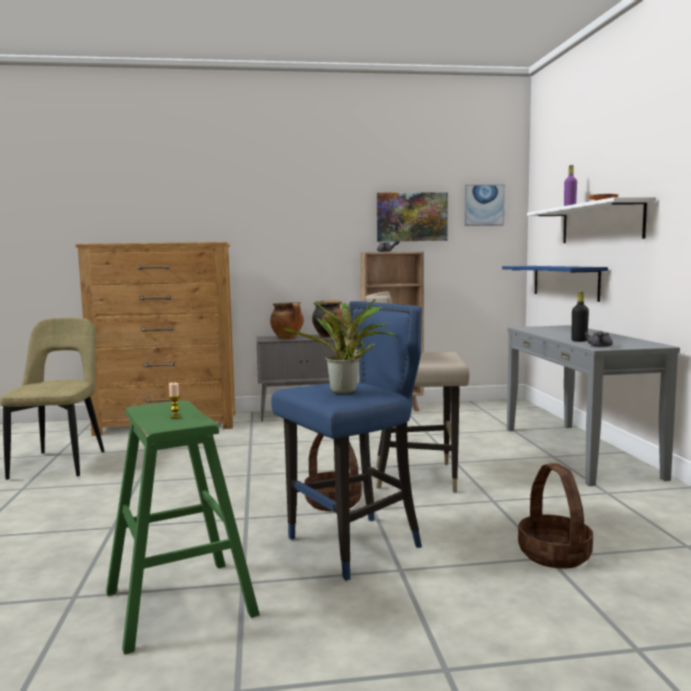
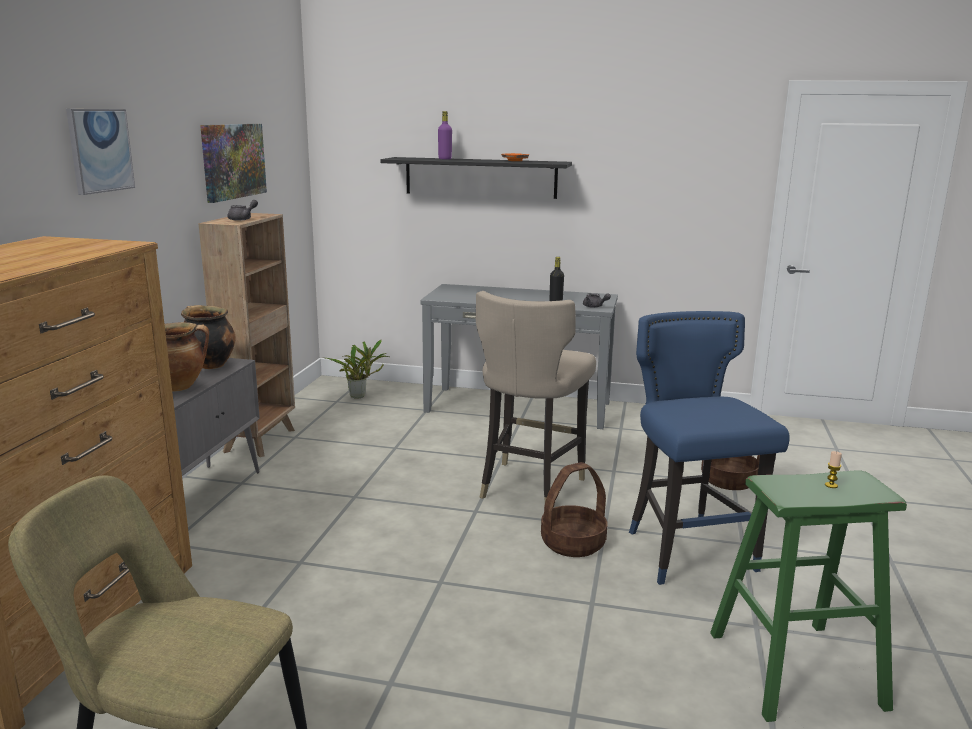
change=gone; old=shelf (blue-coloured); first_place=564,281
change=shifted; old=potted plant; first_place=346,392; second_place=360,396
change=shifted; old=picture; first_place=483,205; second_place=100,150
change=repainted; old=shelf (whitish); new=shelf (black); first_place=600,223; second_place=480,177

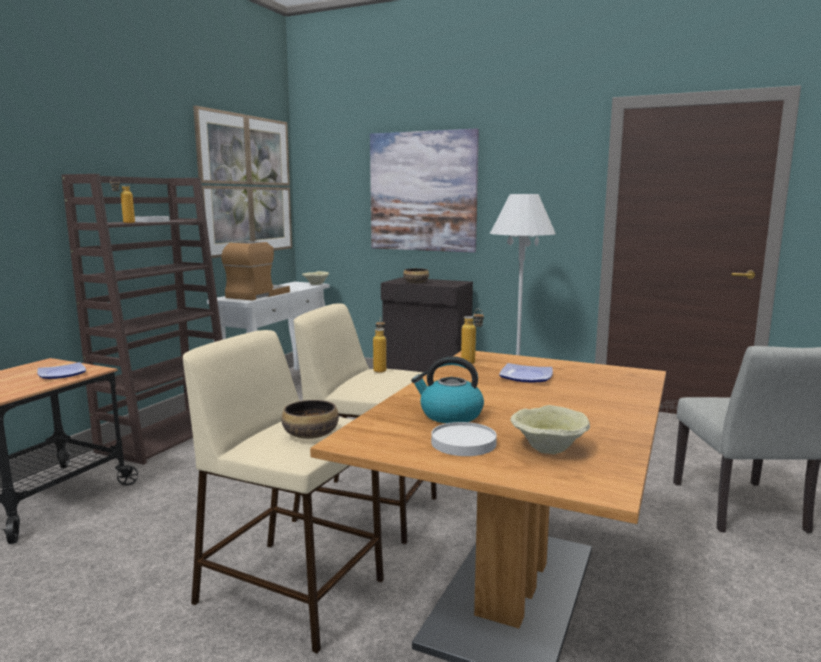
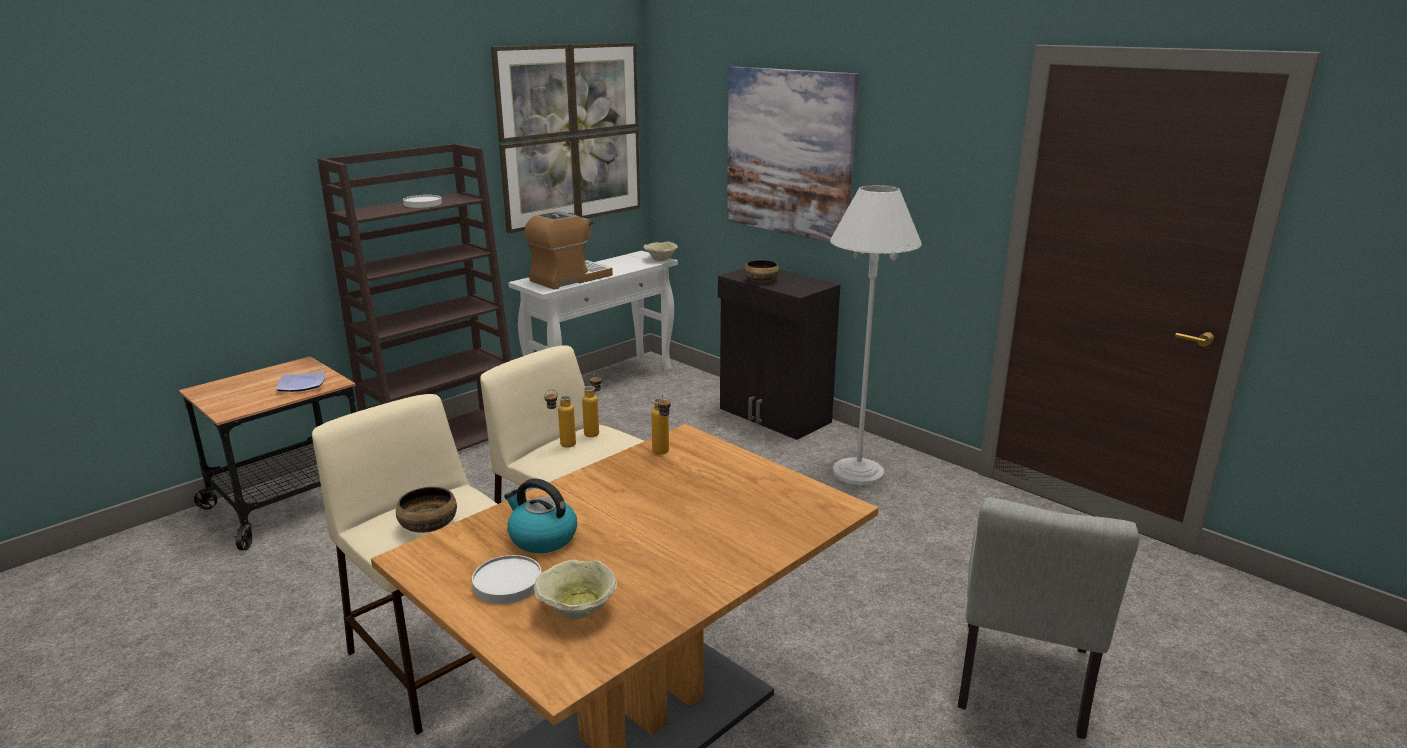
change=gone; old=plate; first_place=525,376
change=shifted; old=bottle; first_place=124,223; second_place=562,446

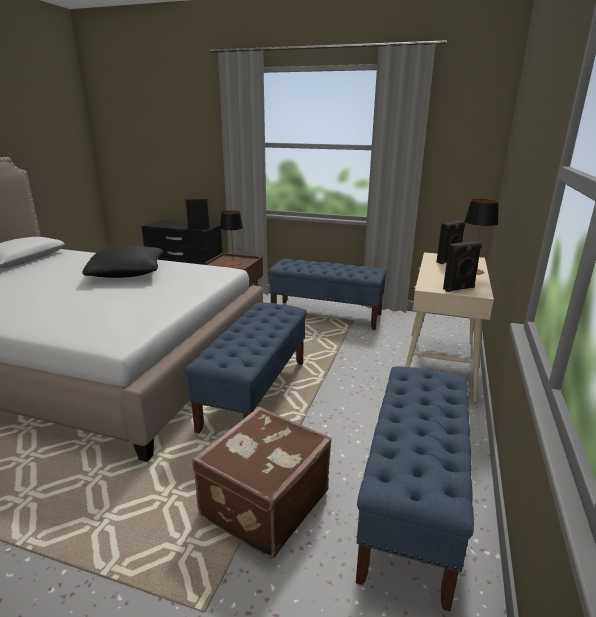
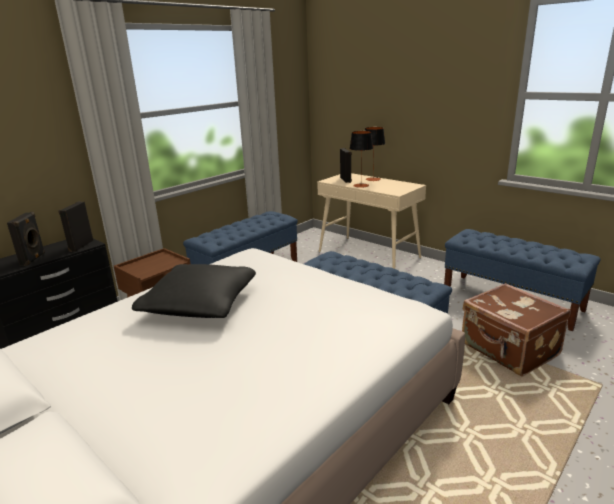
change=shifted; old=tabletop lamp; first_place=233,263; second_place=361,185
change=shifted; old=speaker (black); first_place=459,289; second_place=33,259

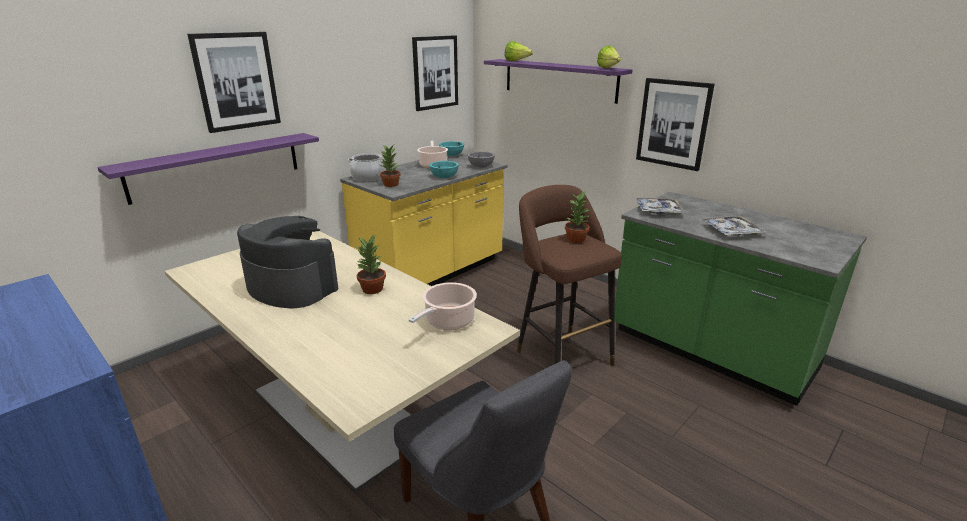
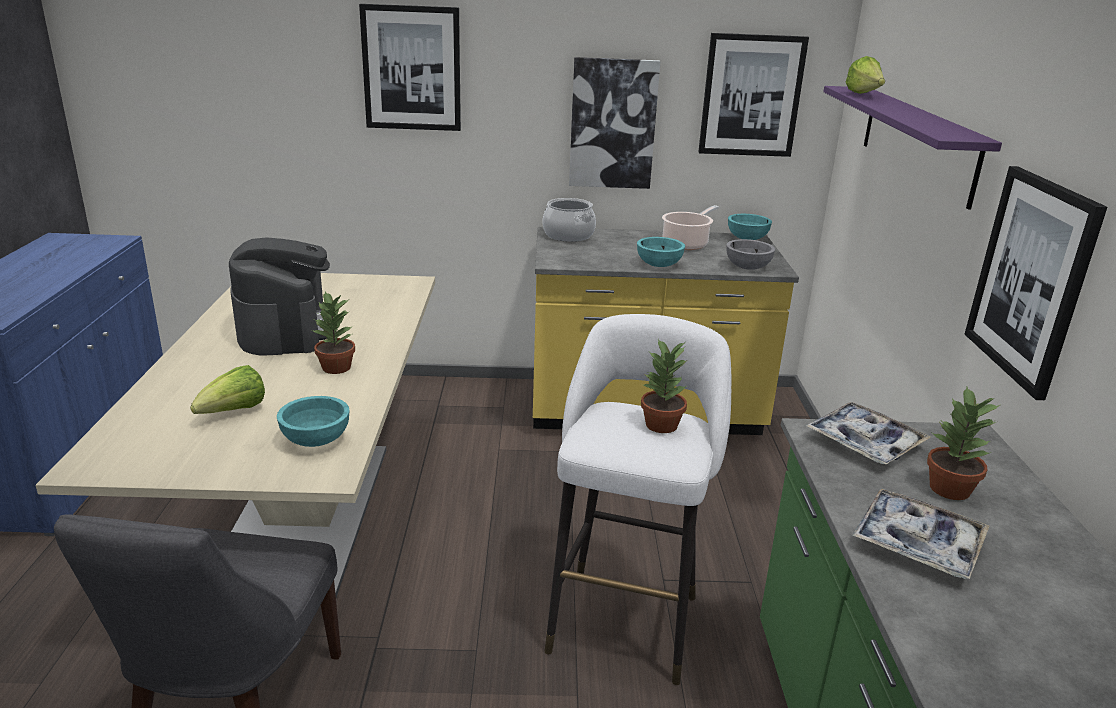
change=gone; old=shelf (purple); first_place=217,166
change=new; new=picture; second_place=612,124
change=shifted; old=potted plant; first_place=391,185; second_place=949,489
change=shifted; old=lettuce head; first_place=609,69; second_place=234,412
change=swapped; old=stockpot; new=deep dish (turquoise-coloured); first_place=447,322; second_place=315,440
change=repainted; old=stool seat (brown-coloured); new=stool seat (whitish); first_place=560,355; second_place=625,616

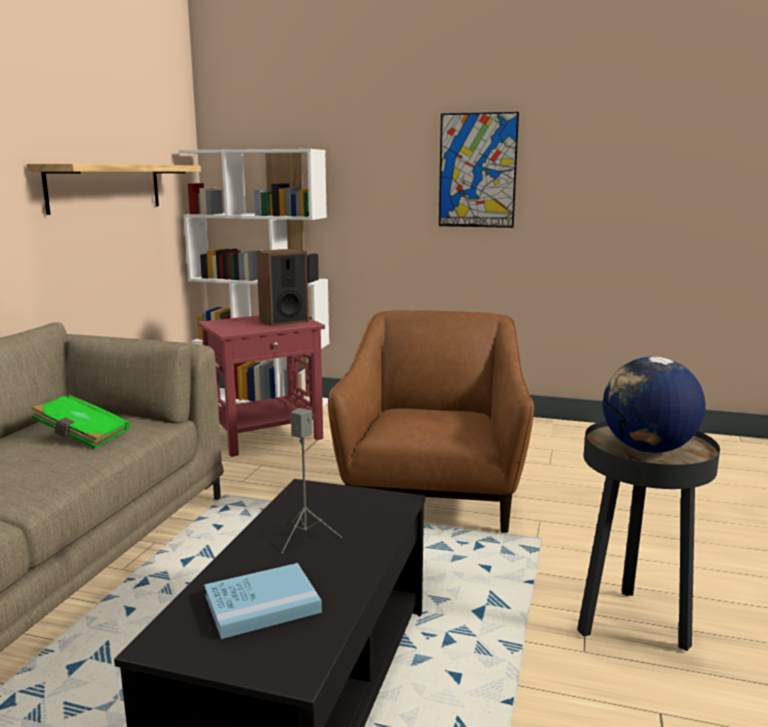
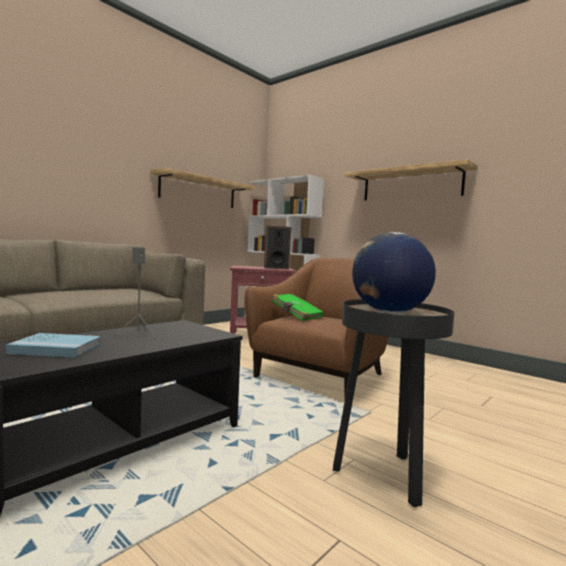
change=shifted; old=book (green-coloured); first_place=82,436; second_place=296,316
change=swapped; old=picture; new=shelf; first_place=477,170; second_place=411,185

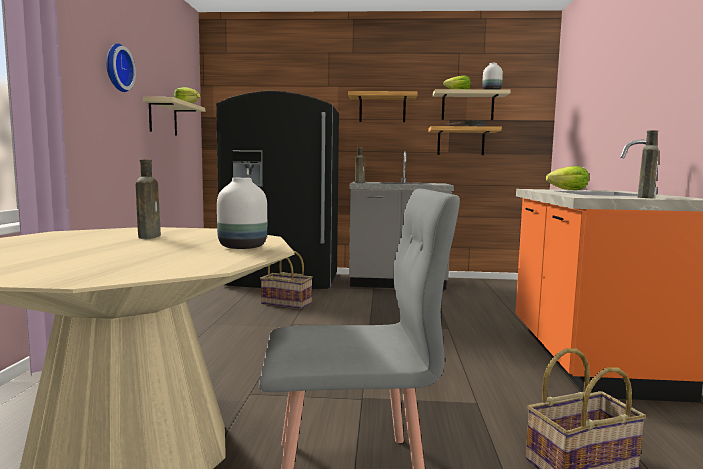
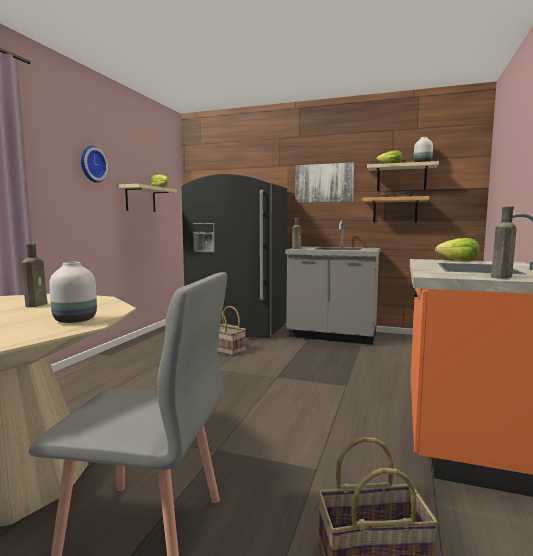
change=swapped; old=shelf; new=picture; first_place=382,108; second_place=324,183

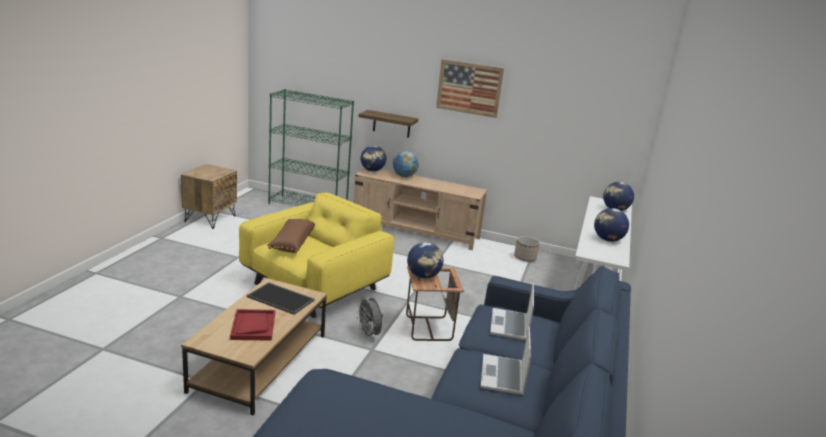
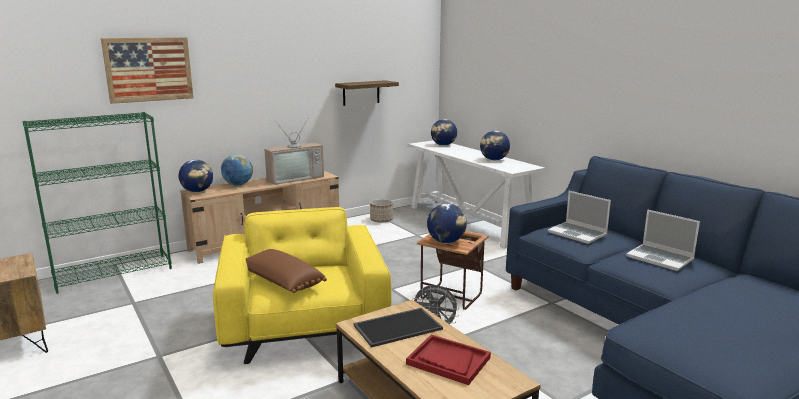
change=new; new=TV; second_place=294,178
change=shifted; old=shelf; first_place=391,124; second_place=361,93
change=shifted; old=picture; first_place=469,88; second_place=149,69

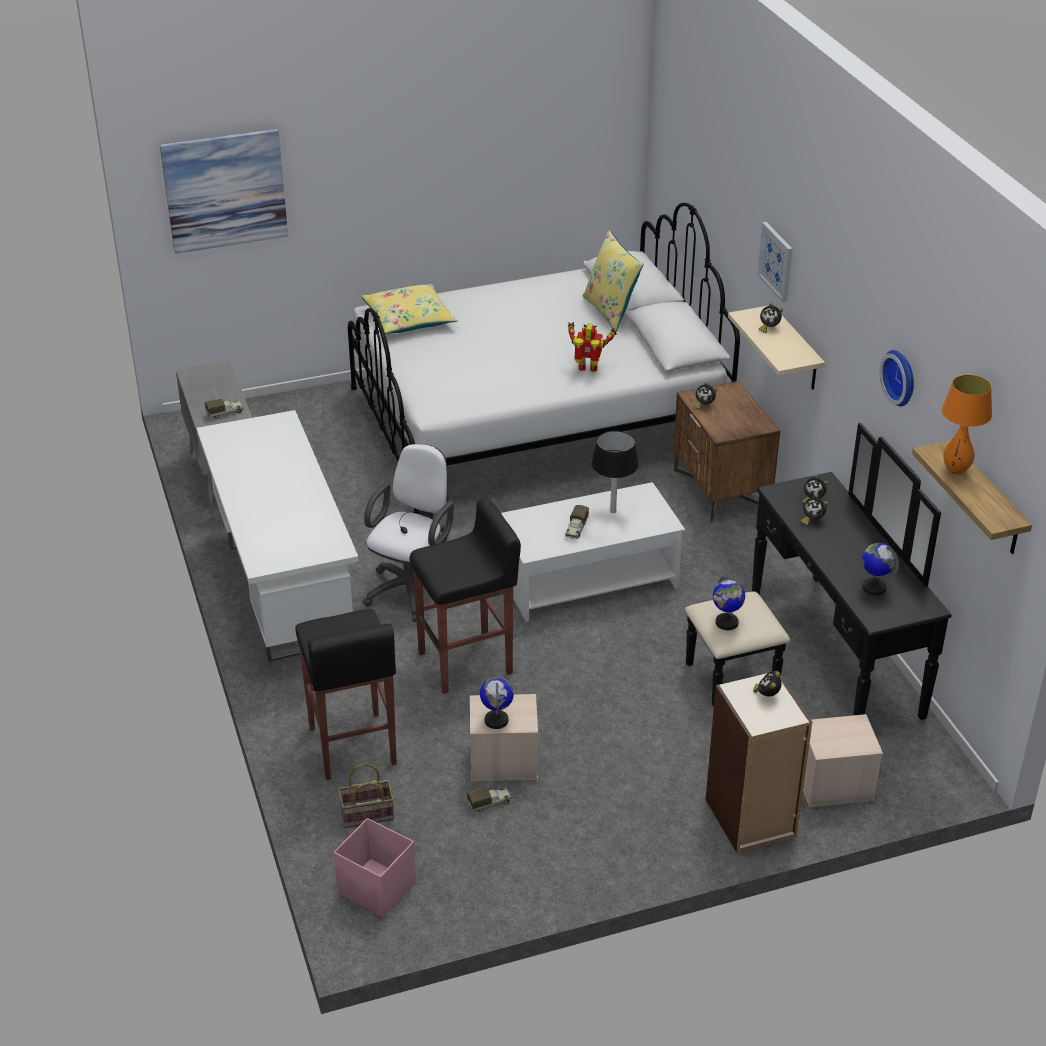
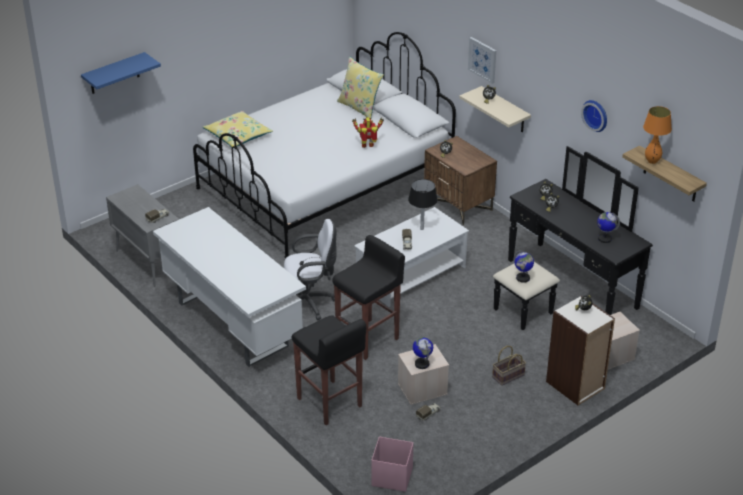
change=shifted; old=basket; first_place=366,815; second_place=508,377
change=swapped; old=picture; new=shelf (blue-coloured); first_place=225,190; second_place=114,74
change=rotated; old=office chair (whitish); first_place=412,588; second_place=309,303; degrees=75

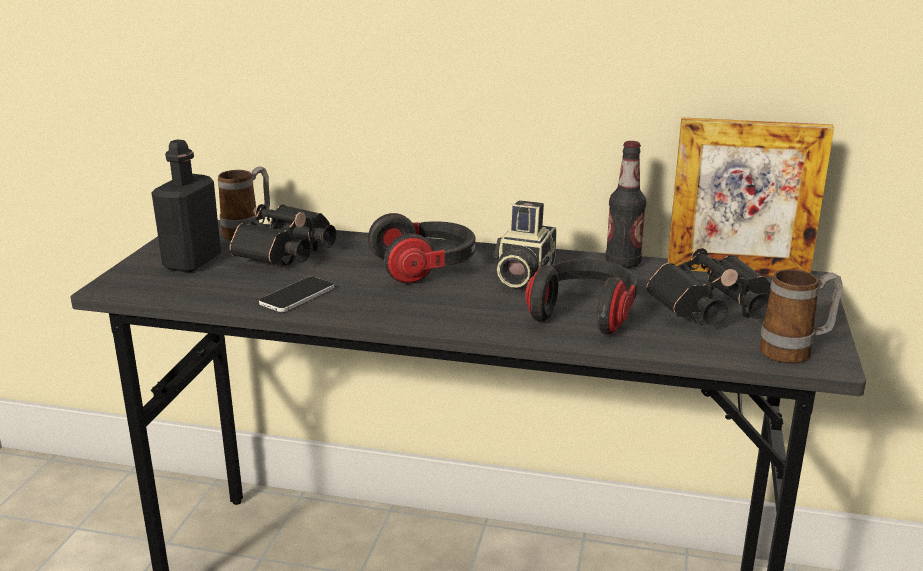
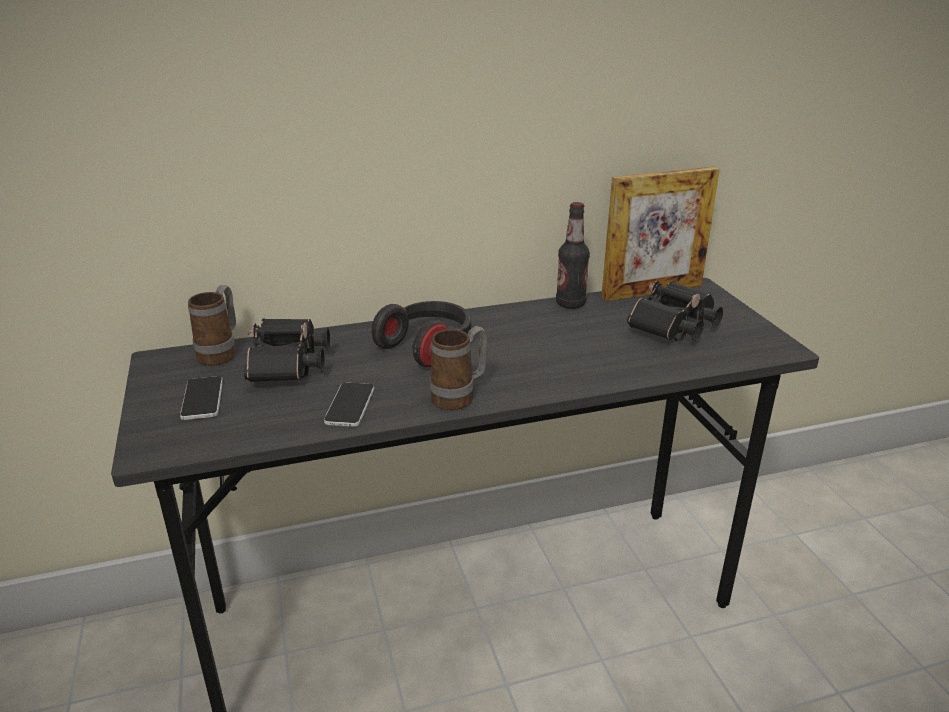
change=gone; old=still camera; first_place=522,275
change=gone; old=headset; first_place=584,313
change=shifted; old=mug; first_place=795,352; second_place=460,397
change=swapped; old=bottle (black); new=telephone; first_place=192,261; second_place=202,399

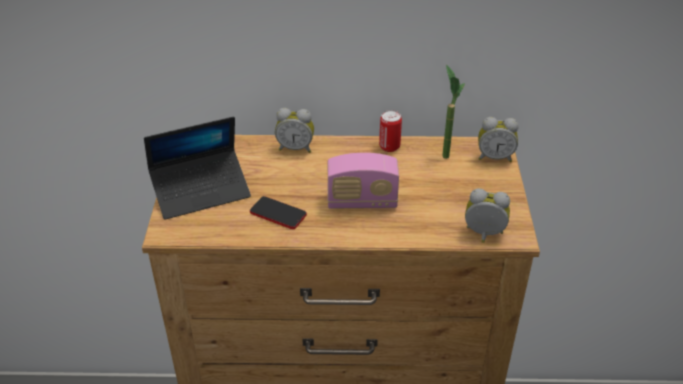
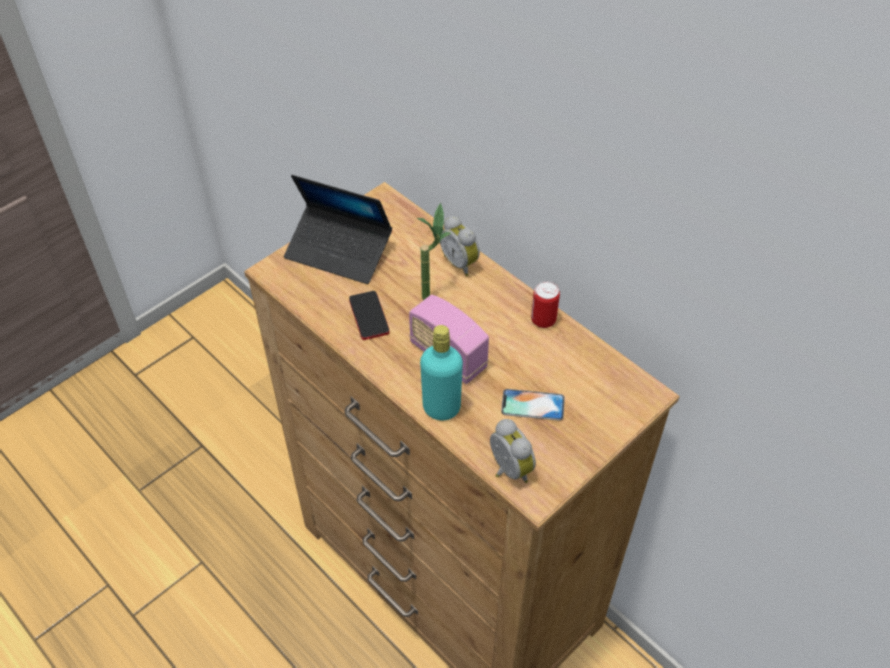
change=gone; old=bedside clock; first_place=494,157
change=new; new=bottle (turquoise-coloured); second_place=441,408
change=new; new=telephone; second_place=532,405
change=shifted; old=potted plant; first_place=445,151; second_place=432,293

